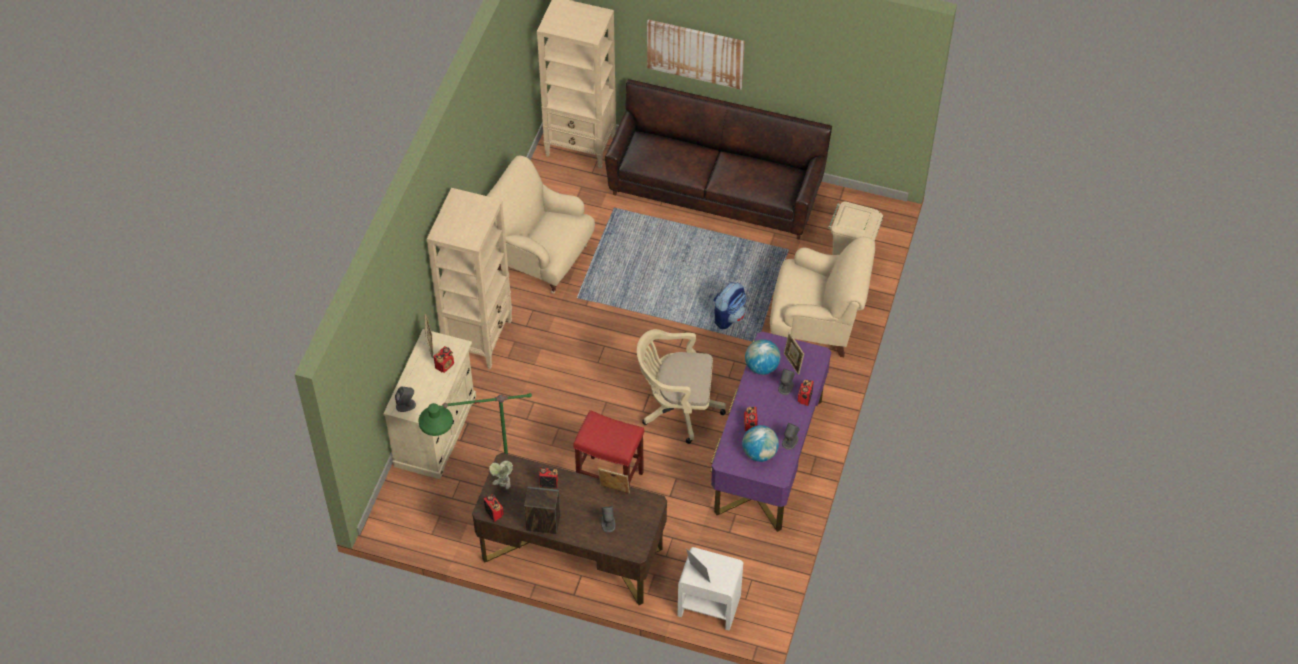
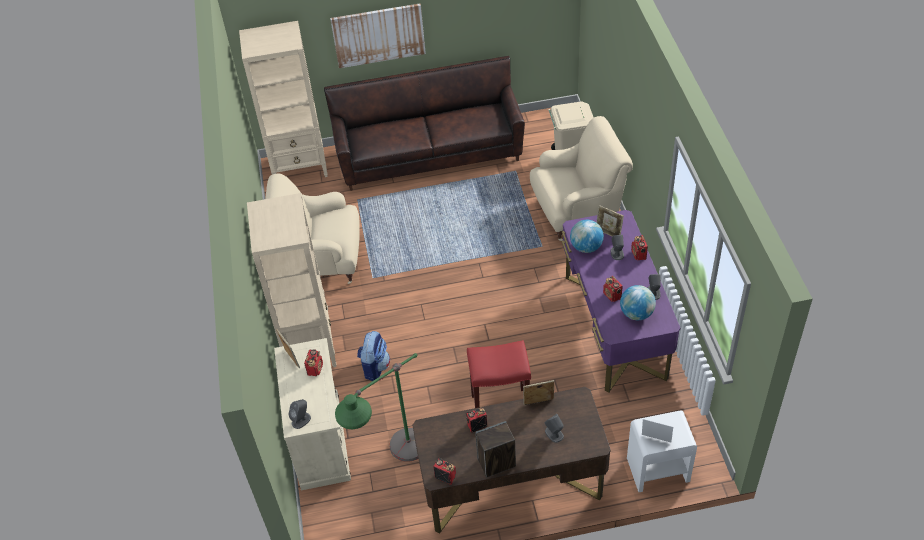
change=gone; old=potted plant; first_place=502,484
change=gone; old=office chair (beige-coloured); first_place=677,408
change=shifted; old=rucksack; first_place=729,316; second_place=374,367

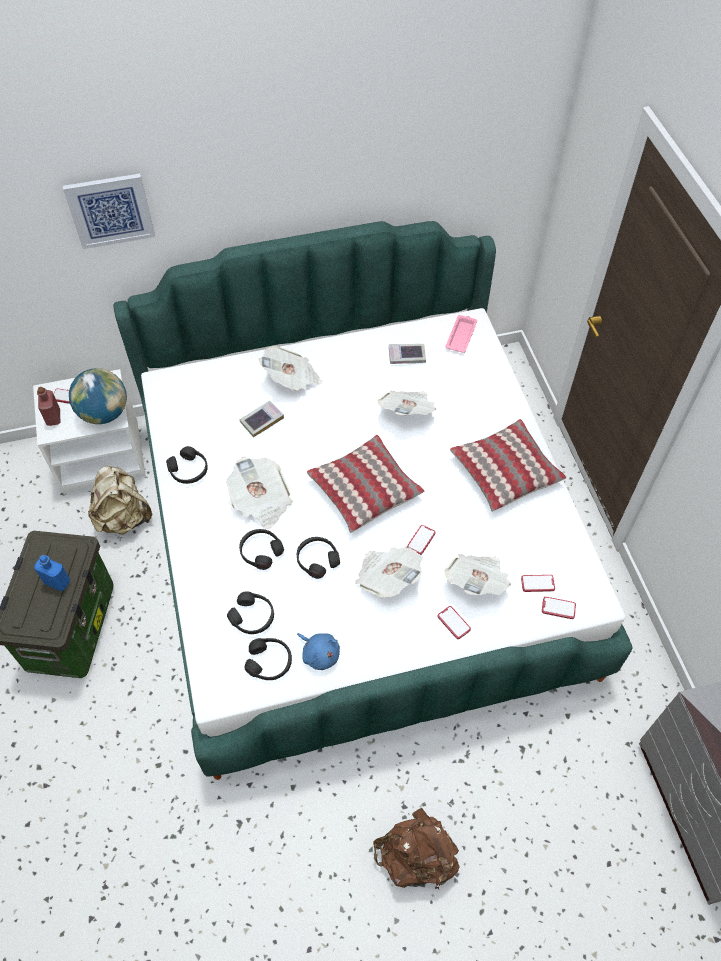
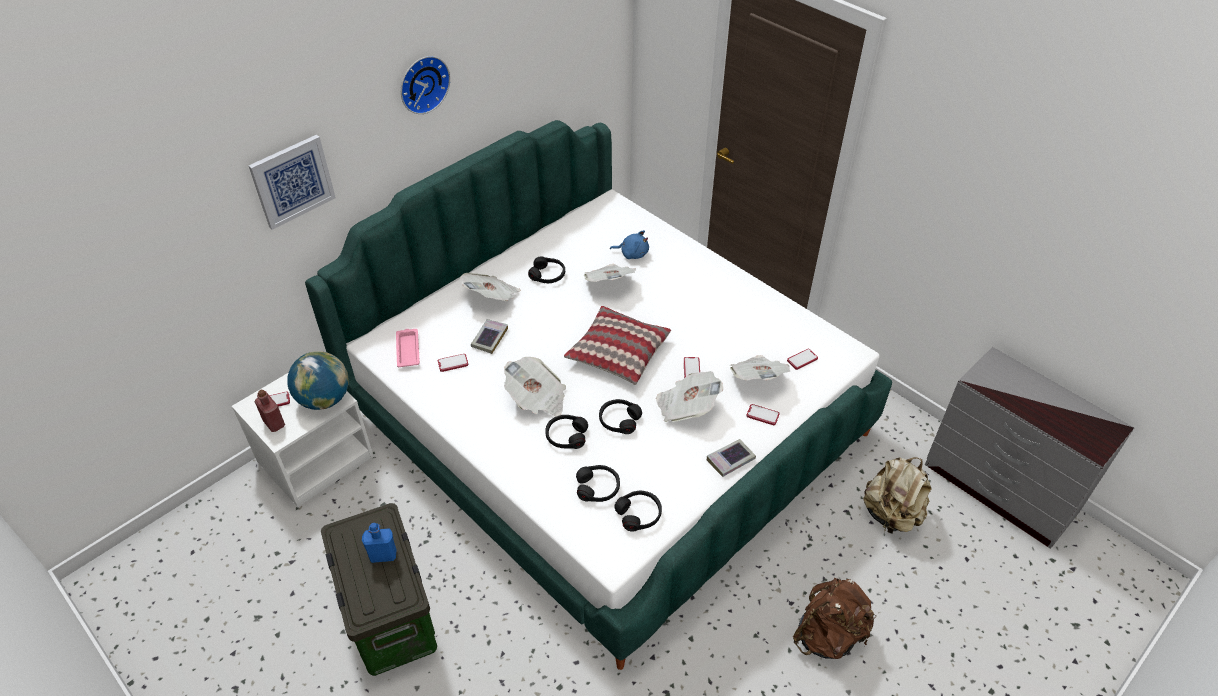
change=gone; old=cushion; first_place=504,471
change=new; new=wall clock; second_place=422,83
change=shifted; old=rucksack (beige-coloured); first_place=123,518; second_place=891,514
change=shifted; old=headset (black); first_place=189,470; second_place=548,275
change=shifted; old=cuddly toy (blue-coloured); first_place=319,654; second_place=632,253
change=shifted; old=book; first_place=407,356; second_place=730,460
change=shifted; old=carrying tray (pink-coloured); first_place=461,335; second_place=408,350
change=shifted; old=telephone; first_place=558,608; second_place=453,363

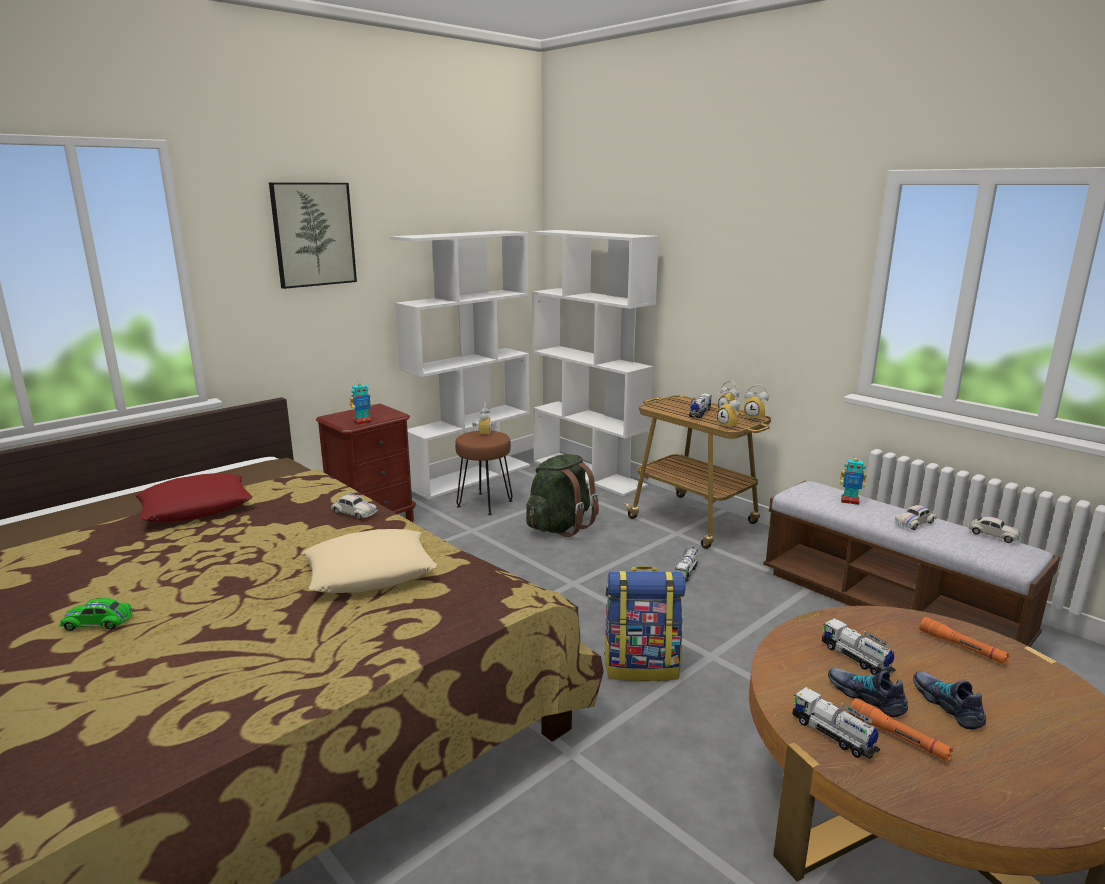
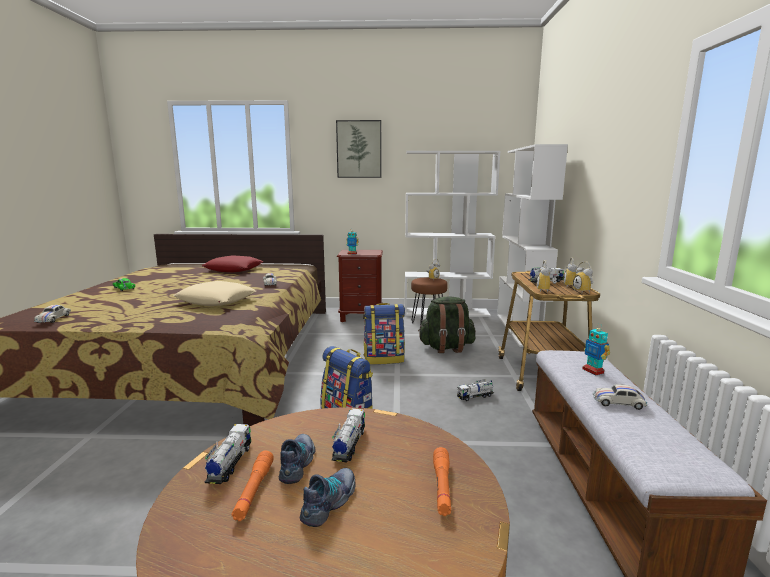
change=new; new=rucksack; second_place=384,359
change=shifted; old=miniature car (whitish); first_place=993,535; second_place=53,319

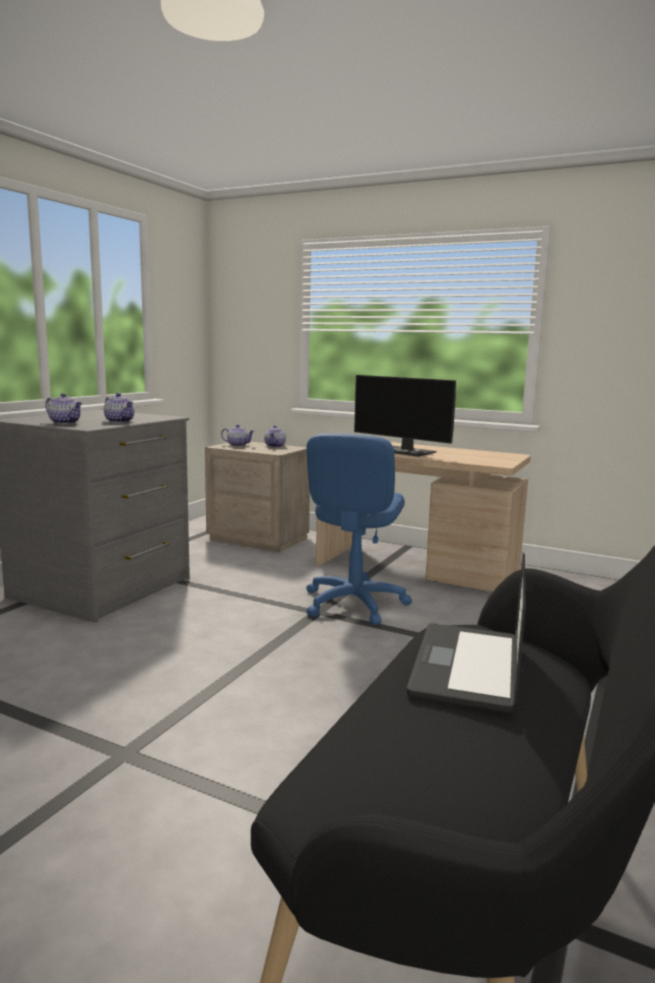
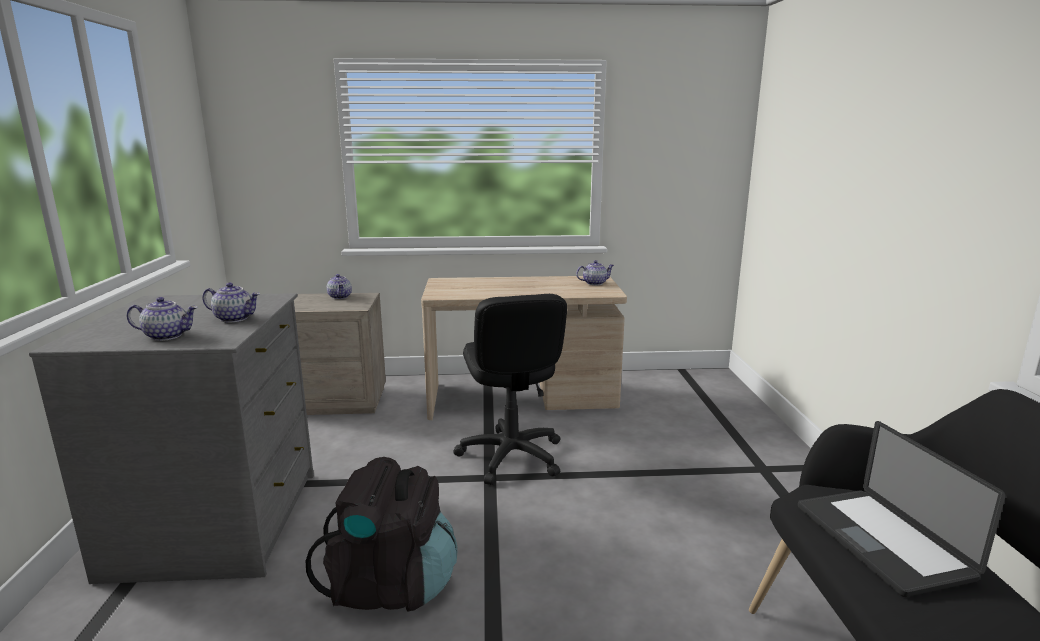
change=gone; old=computer screen; first_place=406,452
change=new; new=rucksack (black); second_place=391,585
change=shifted; old=pot for tea; first_place=237,445; second_place=594,283
change=repainted; old=office chair (blue-coloured); new=office chair (black); first_place=353,603; second_place=511,456

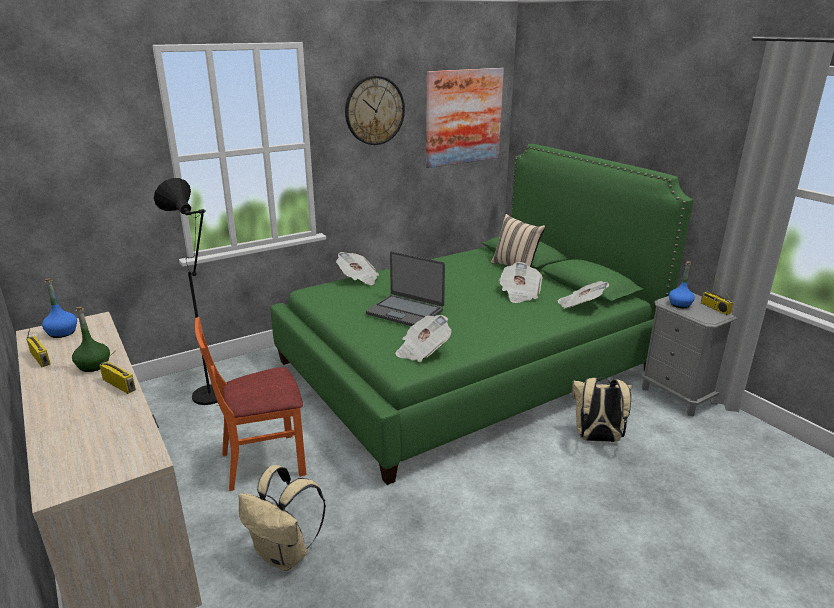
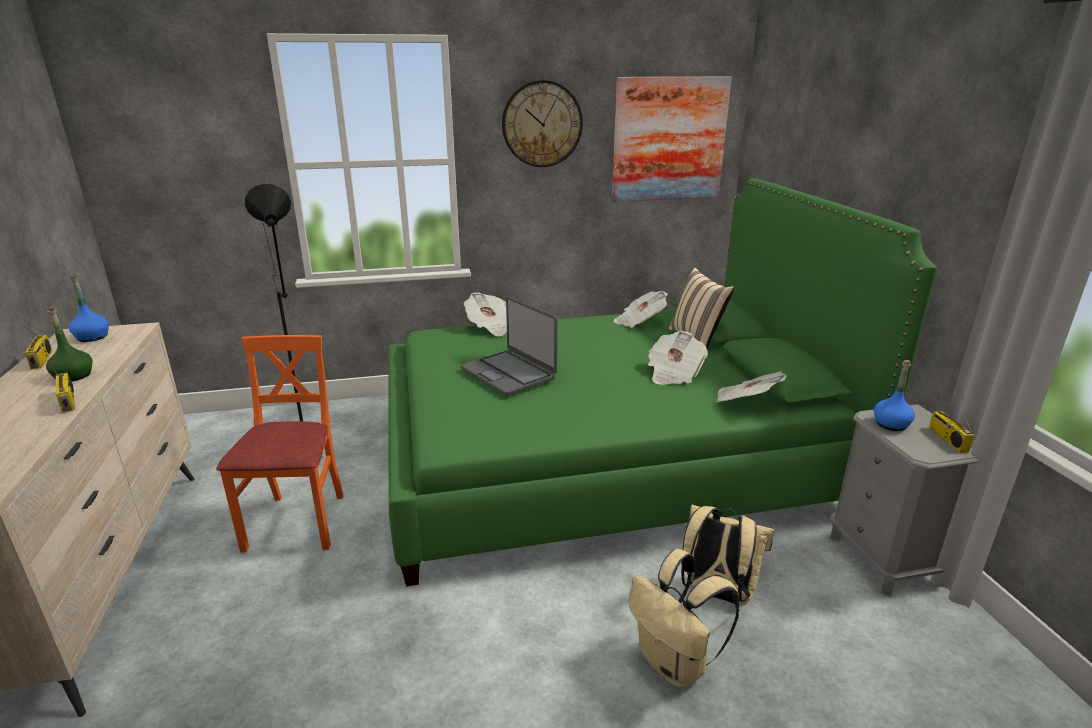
change=shifted; old=rucksack (beige-coloured); first_place=285,554; second_place=675,664
change=shifted; old=printed paper; first_place=422,351; second_place=639,322
change=rotated; old=chair (orange); first_place=263,462; second_place=298,522; degrees=90

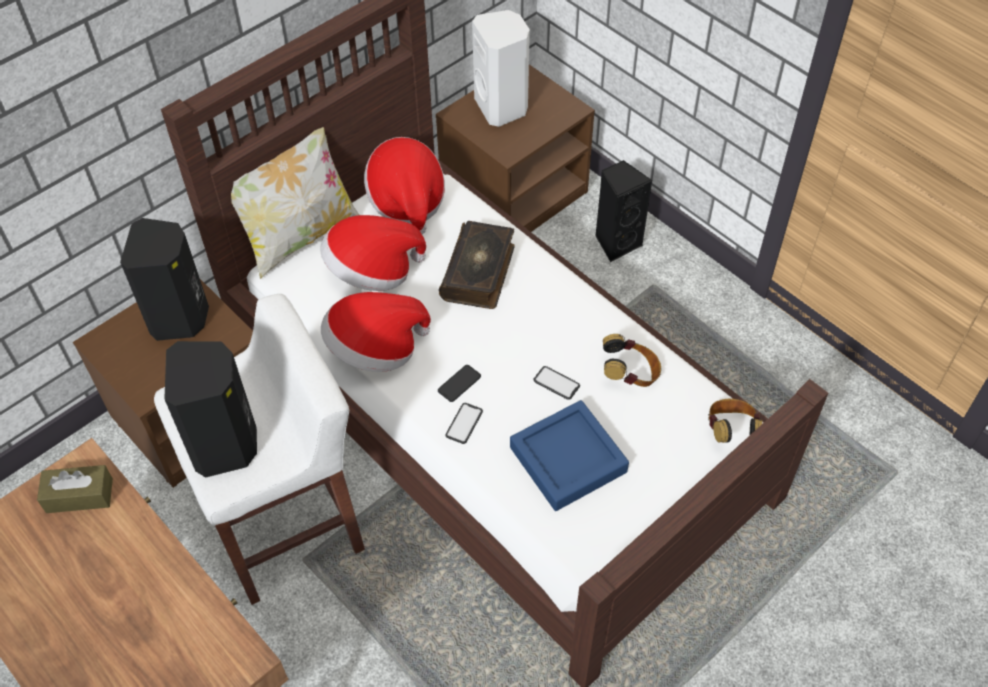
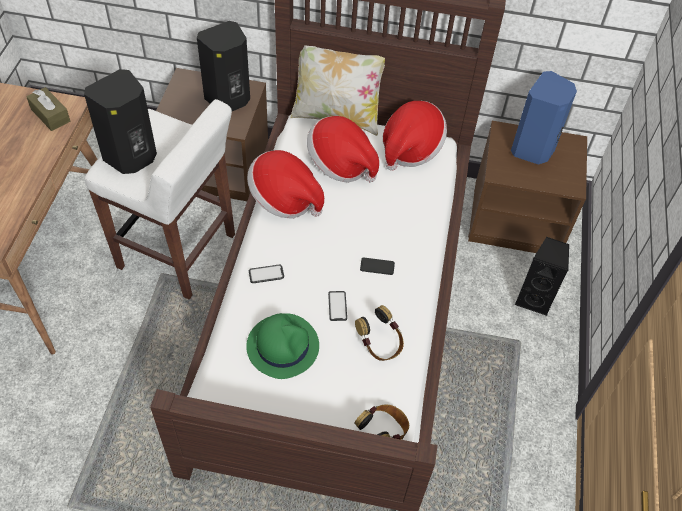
change=gone; old=book; first_place=479,272
change=shifted; old=telephone; first_place=459,383; second_place=377,266
change=swapped; old=carrying tray (blue-coloured); new=clothing hat (green-coloured); first_place=568,460; second_place=282,345
change=repainted; old=speaker (whitish); new=speaker (blue-coloured); first_place=502,107; second_place=533,149

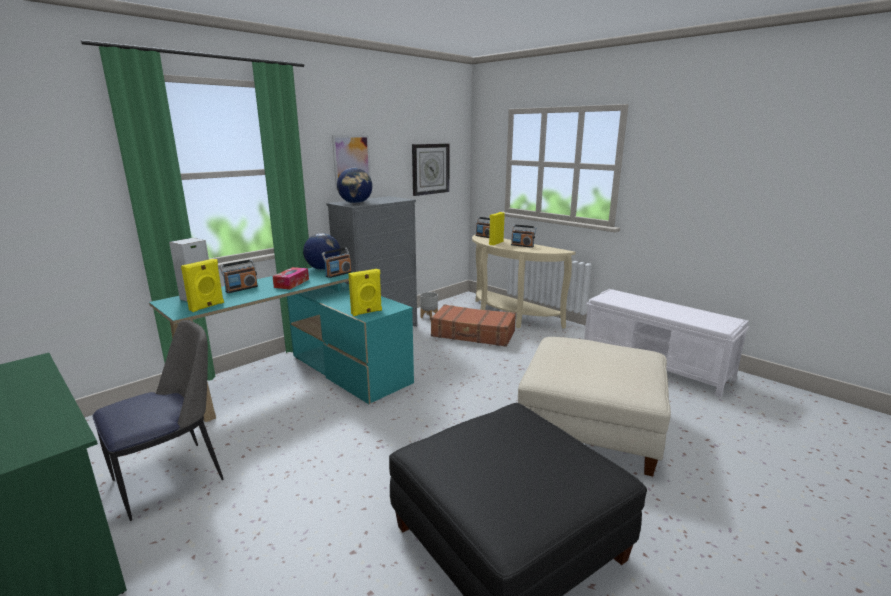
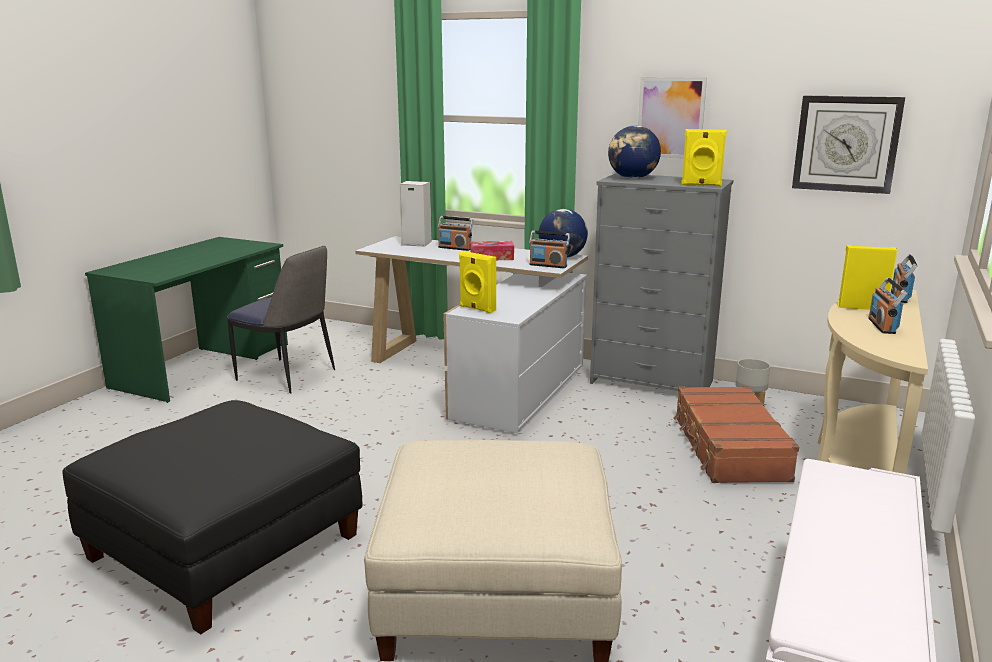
change=shifted; old=speaker (yellow); first_place=207,306; second_place=701,185
change=repainted; old=desk table (turquoise-coloured); new=desk table (whitish); first_place=302,379; second_place=480,375

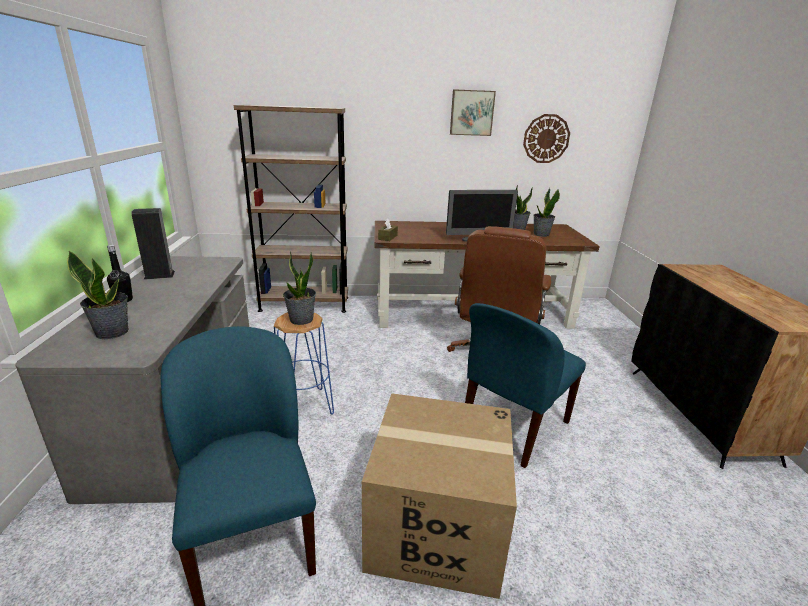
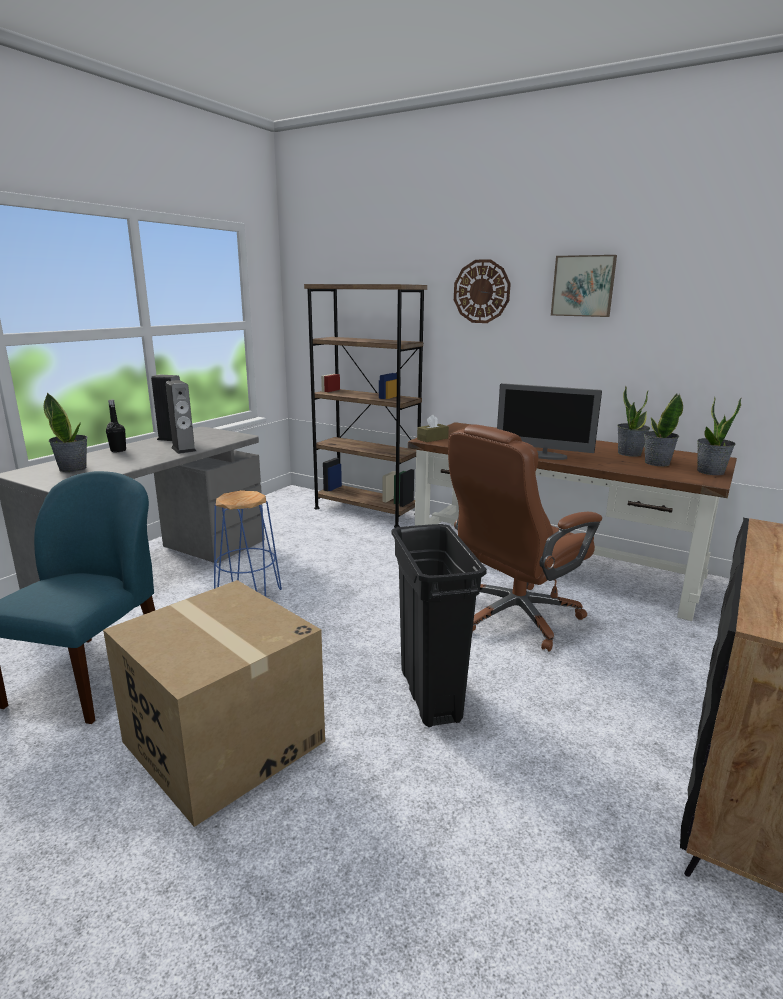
change=new; new=speaker; second_place=183,449
change=shifted; old=potted plant; first_place=301,320; second_place=710,472
change=shifted; old=wall clock; first_place=546,138; second_place=481,291
change=swapped; old=chair (blue-coloured); new=rubbish bin (black); first_place=513,427; second_place=430,695

